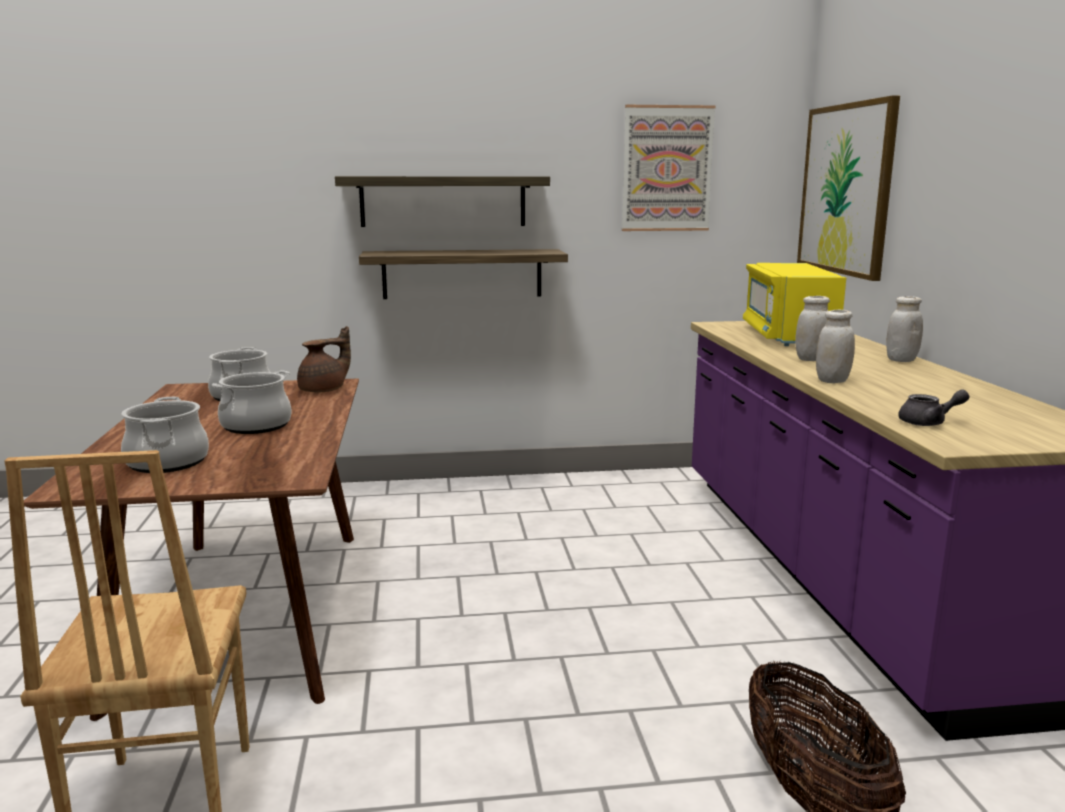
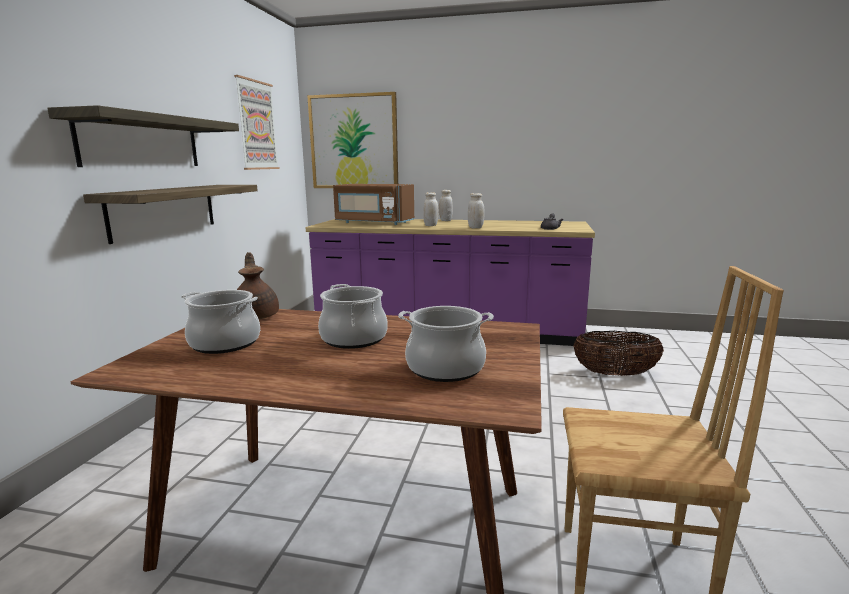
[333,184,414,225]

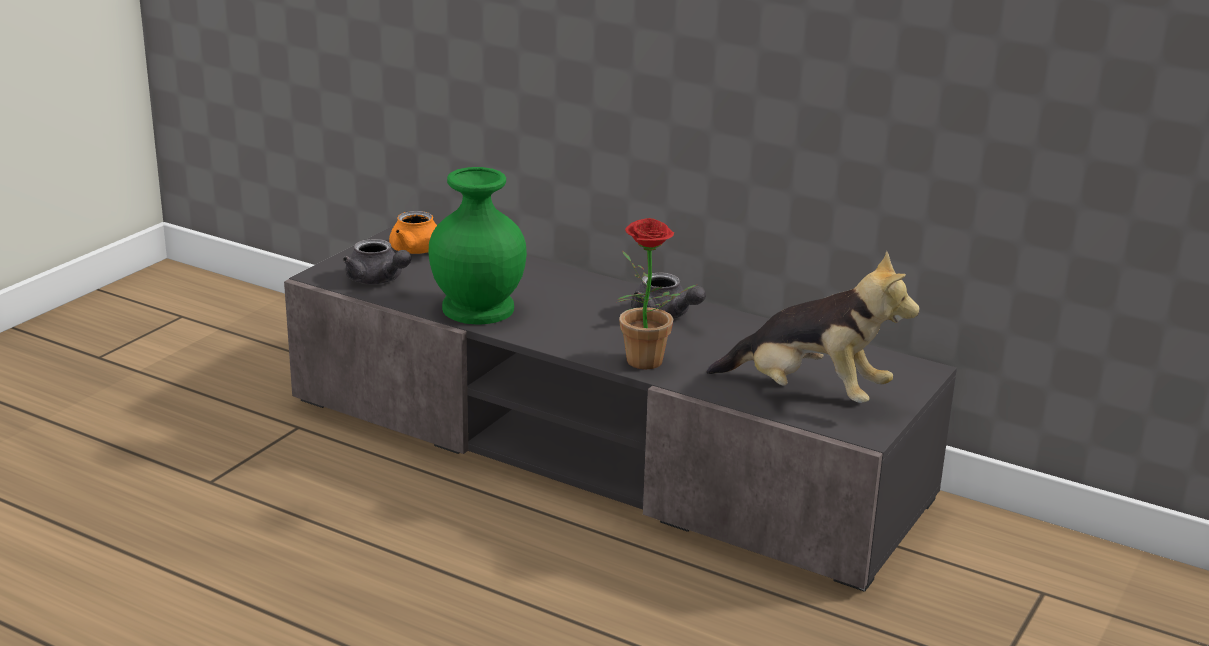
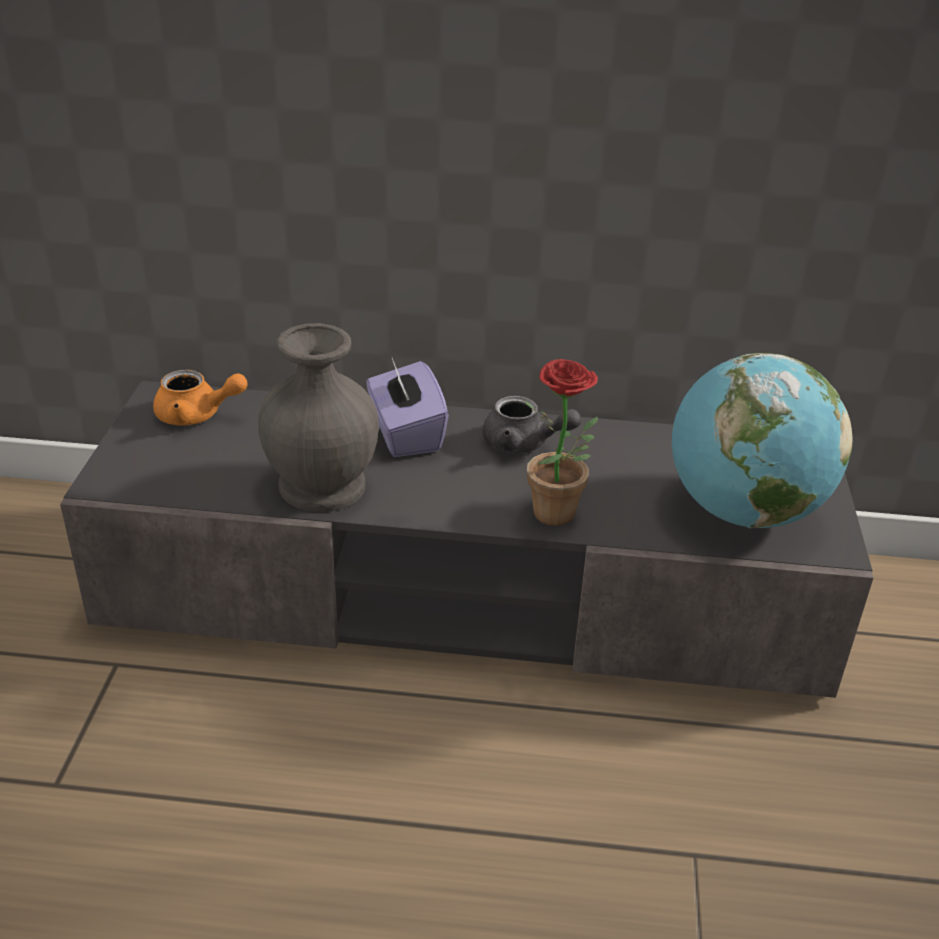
[343,239,411,284] (first image)
[366,358,449,457]
[672,353,853,528]
[258,323,379,512]

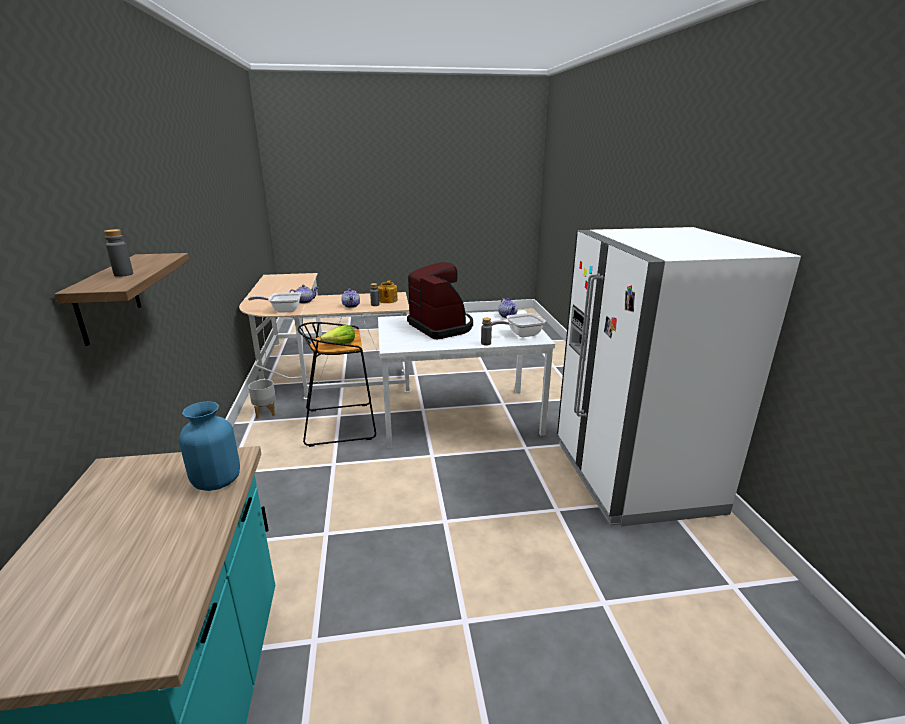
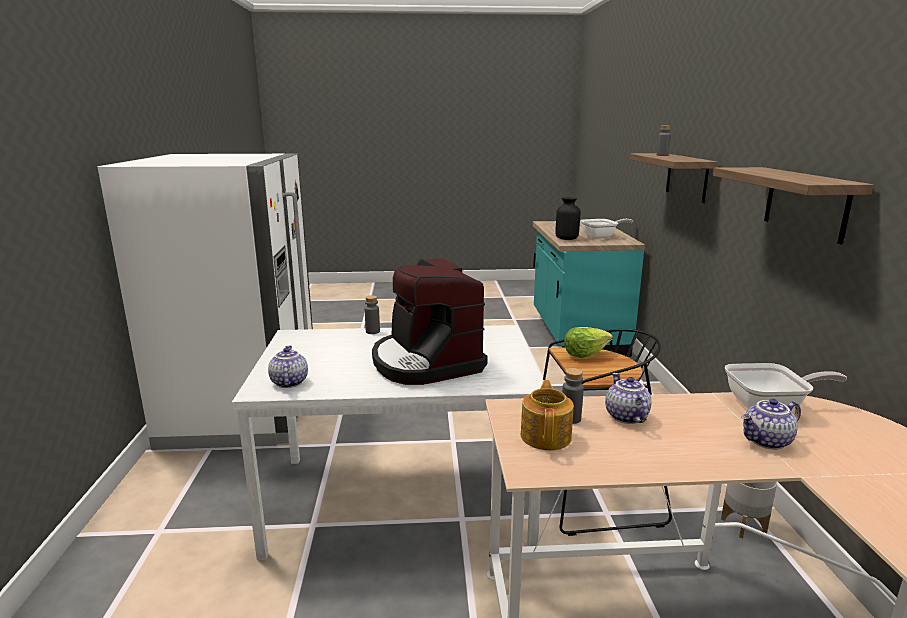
[713,167,874,244]
[580,219,633,239]
[555,197,581,240]

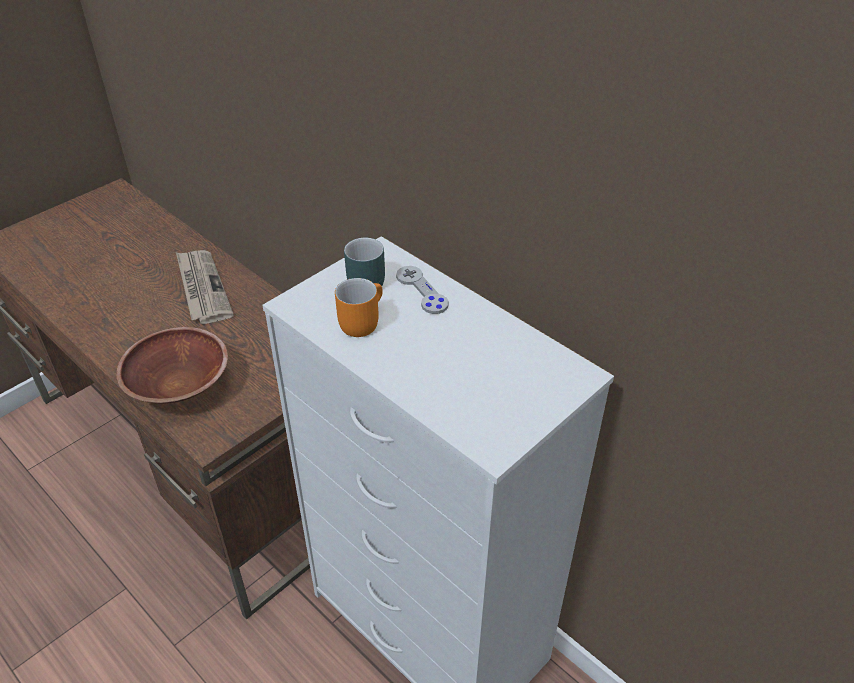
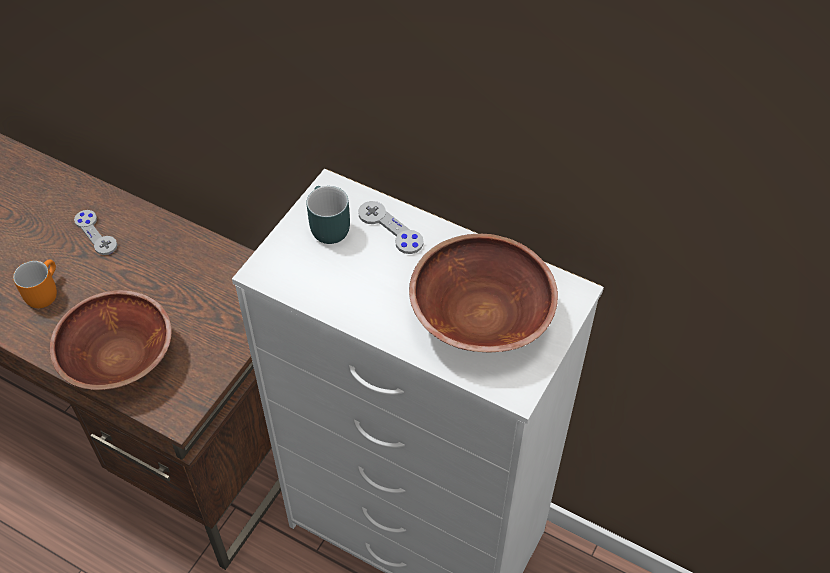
[409,234,558,352]
[13,259,57,308]
[74,210,118,255]

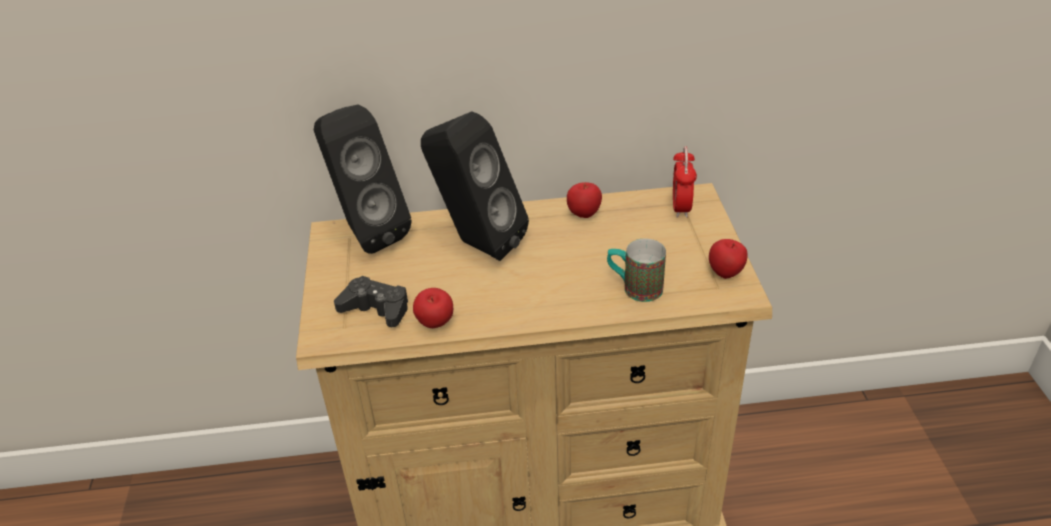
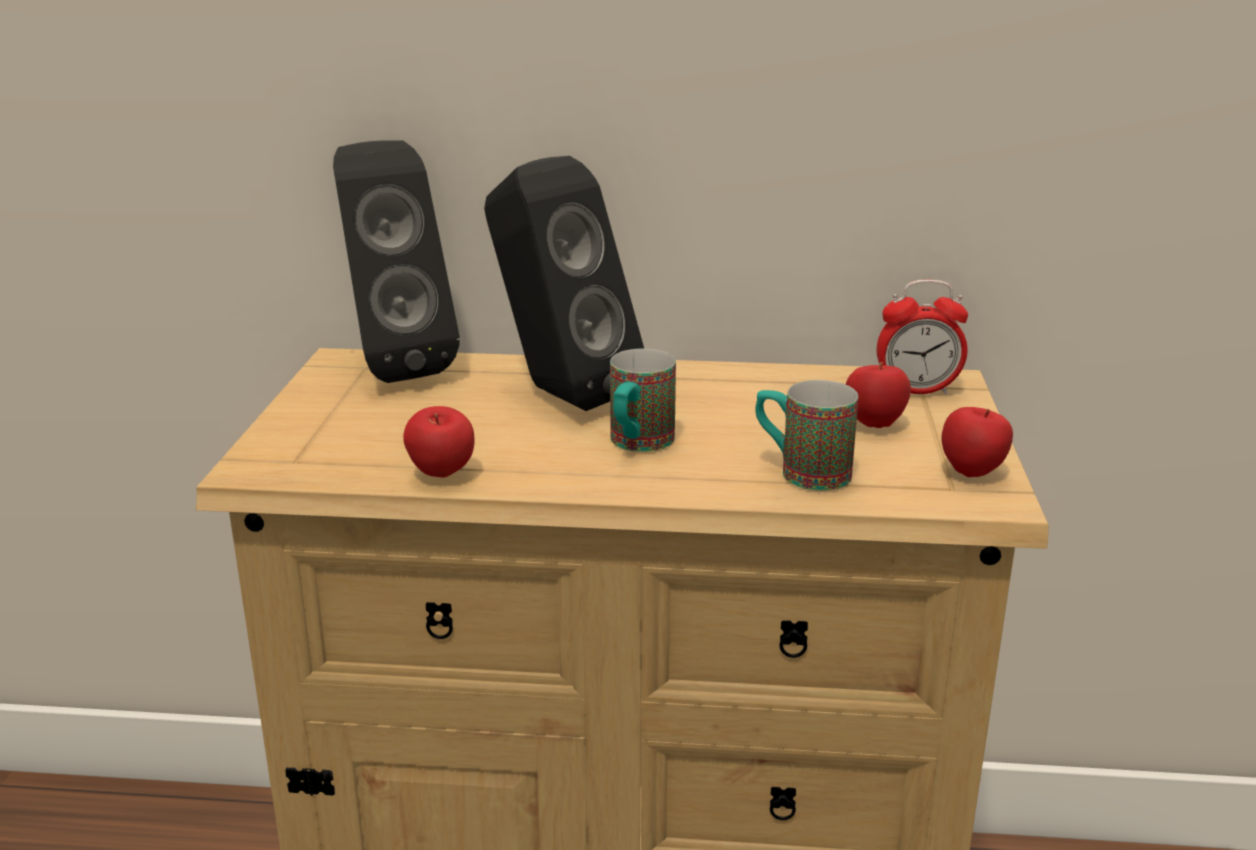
[334,276,408,327] (first image)
[610,349,676,452]
[846,362,911,428]
[877,280,968,395]

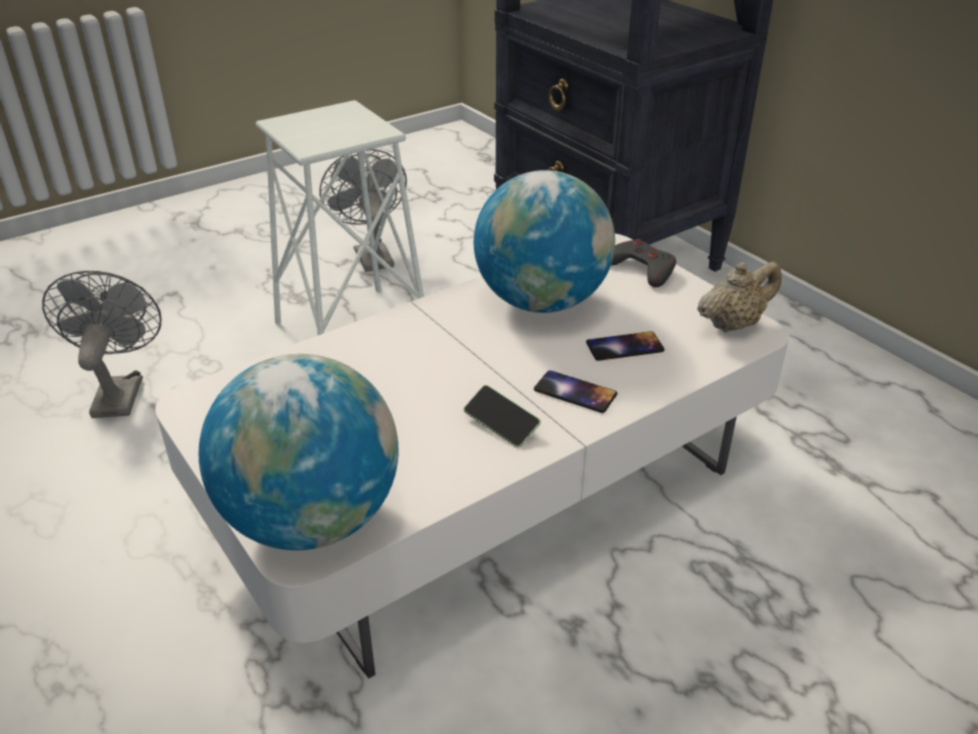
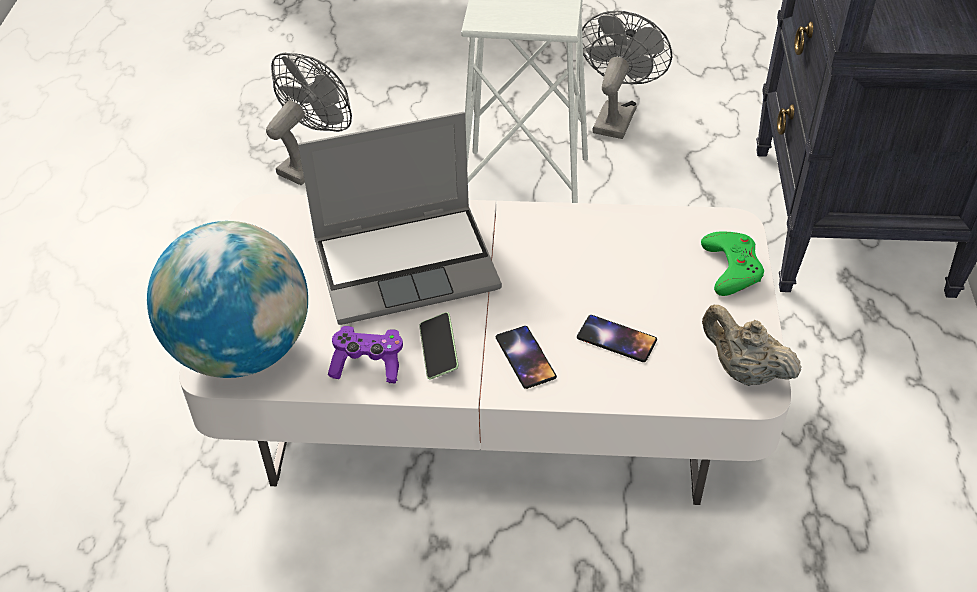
[474,170,615,313] (first image)
[298,112,502,325]
[328,326,403,383]
[701,231,764,296]
[702,305,801,386]

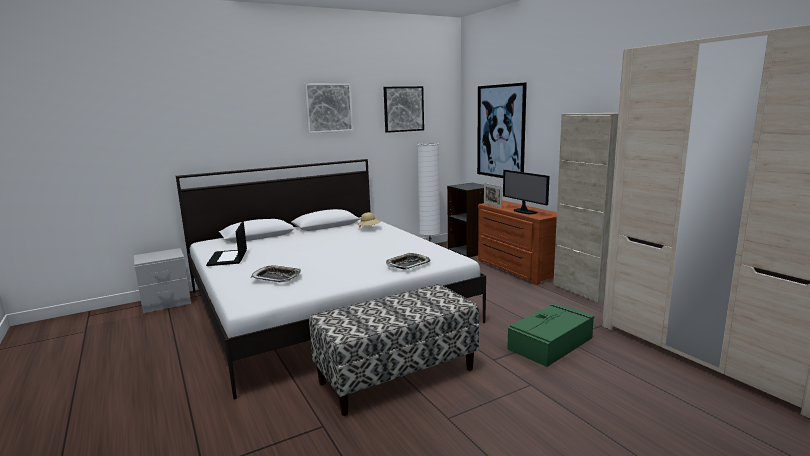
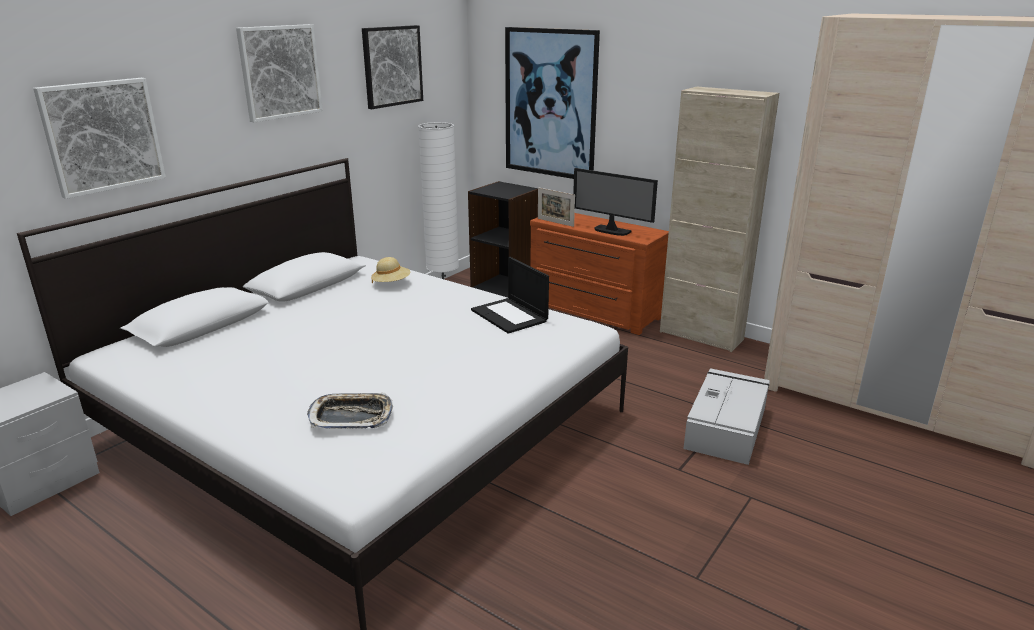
[309,284,479,416] (first image)
[386,253,430,269] (first image)
[33,78,166,199]
[471,257,549,334]
[683,368,770,465]

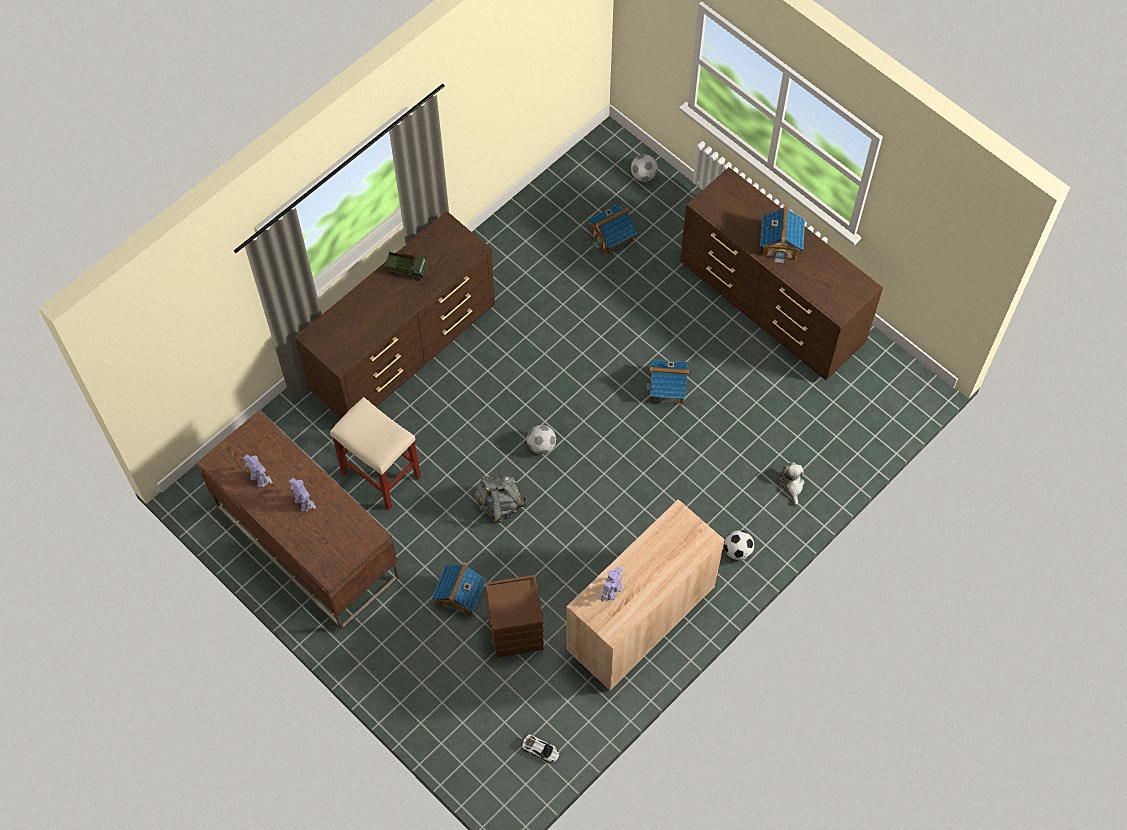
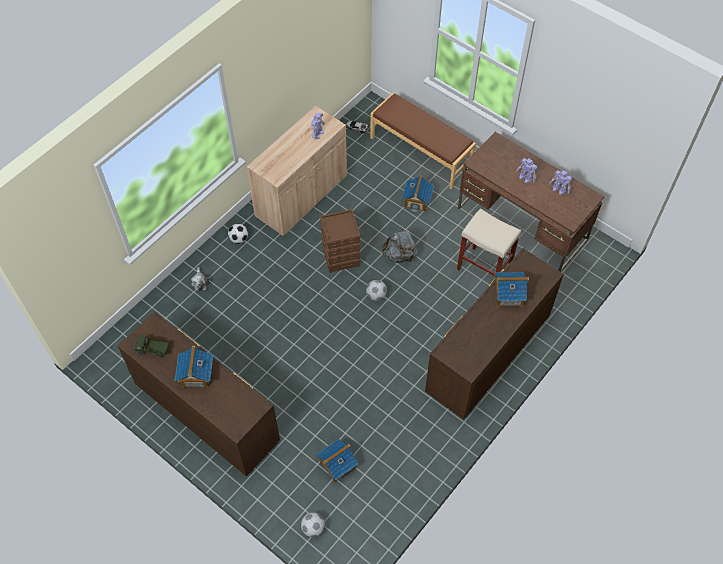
[370,93,476,189]
[134,335,170,357]
[320,209,360,273]
[495,272,529,307]

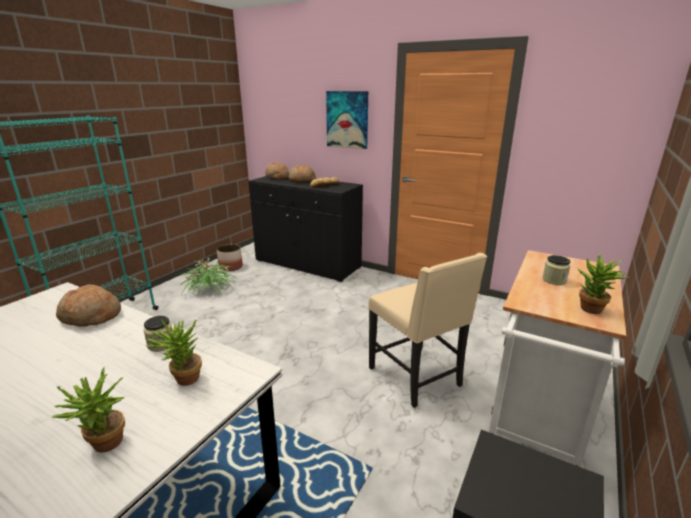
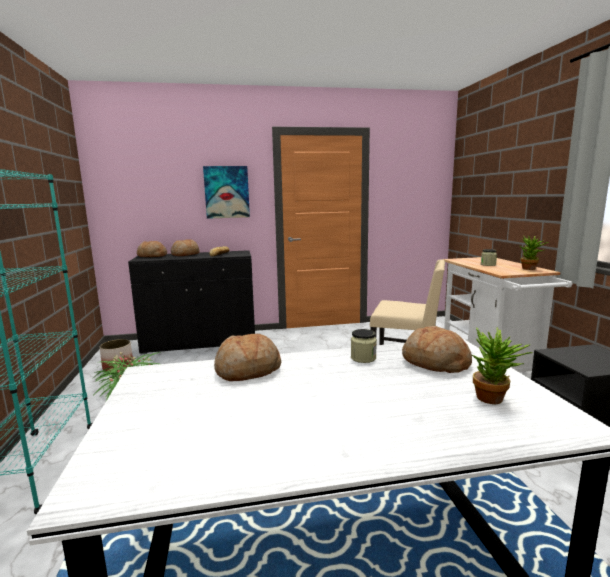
[402,326,472,373]

